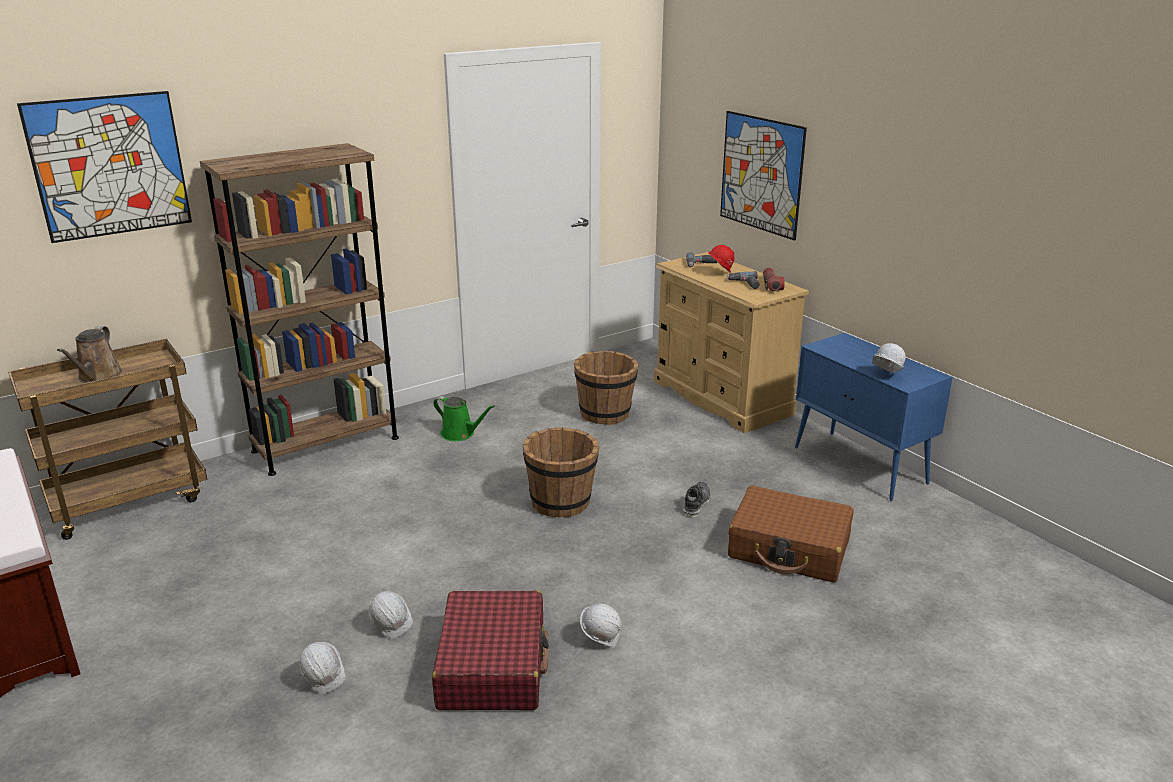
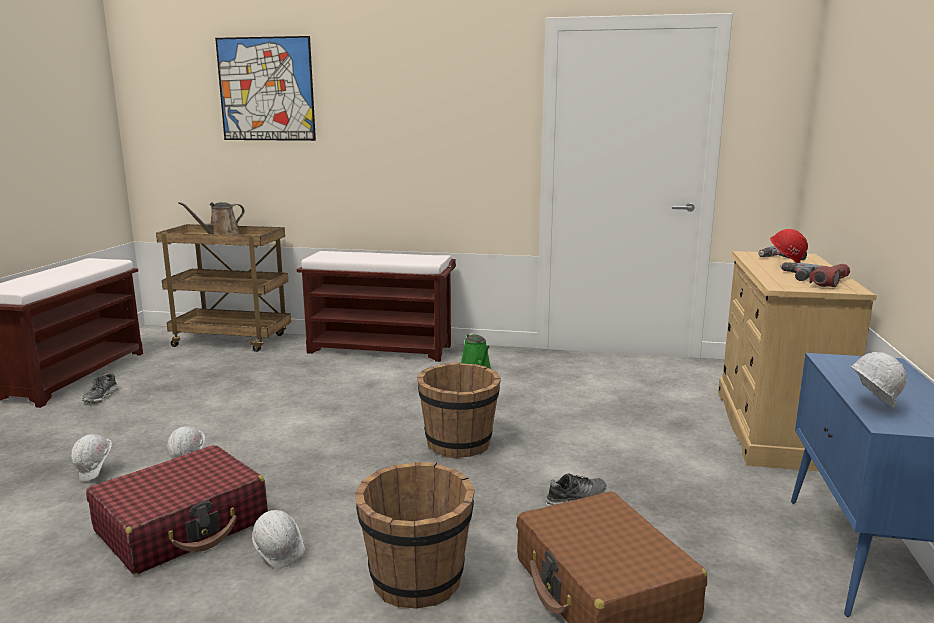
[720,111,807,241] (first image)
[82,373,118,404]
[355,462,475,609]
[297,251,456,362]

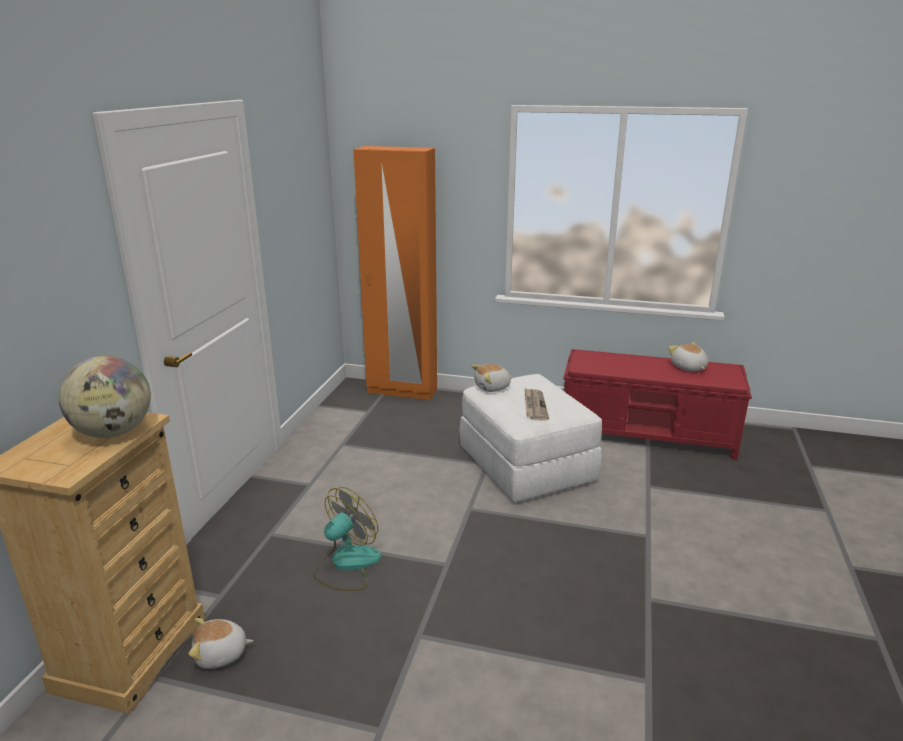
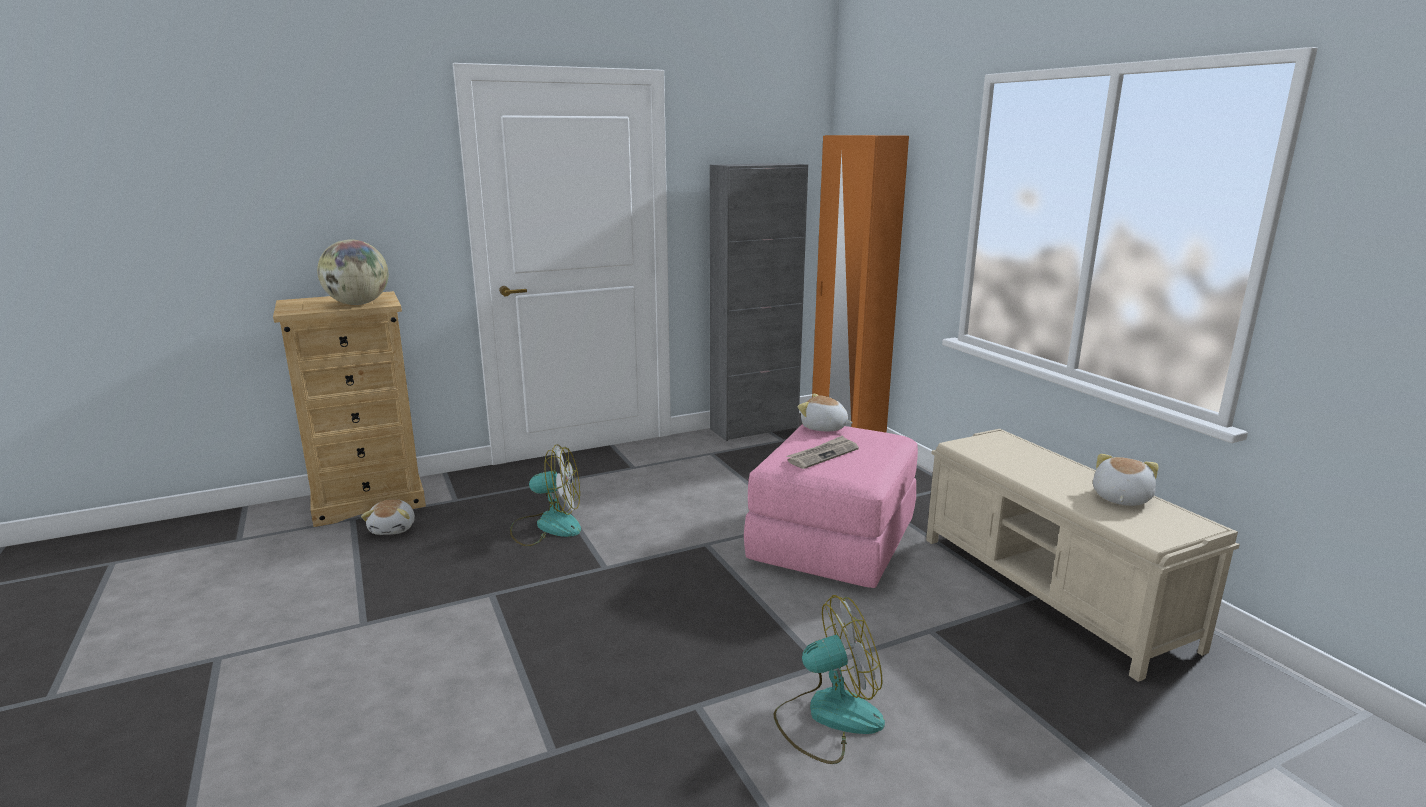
[710,163,808,441]
[774,595,885,764]
[744,424,918,588]
[926,429,1240,682]
[361,499,415,535]

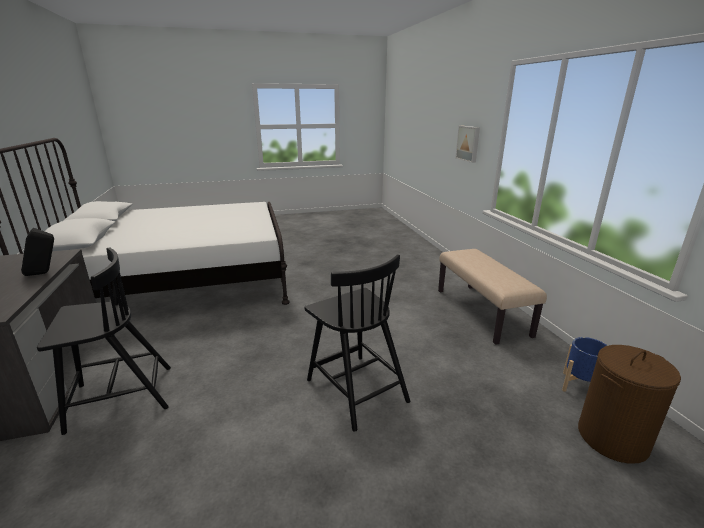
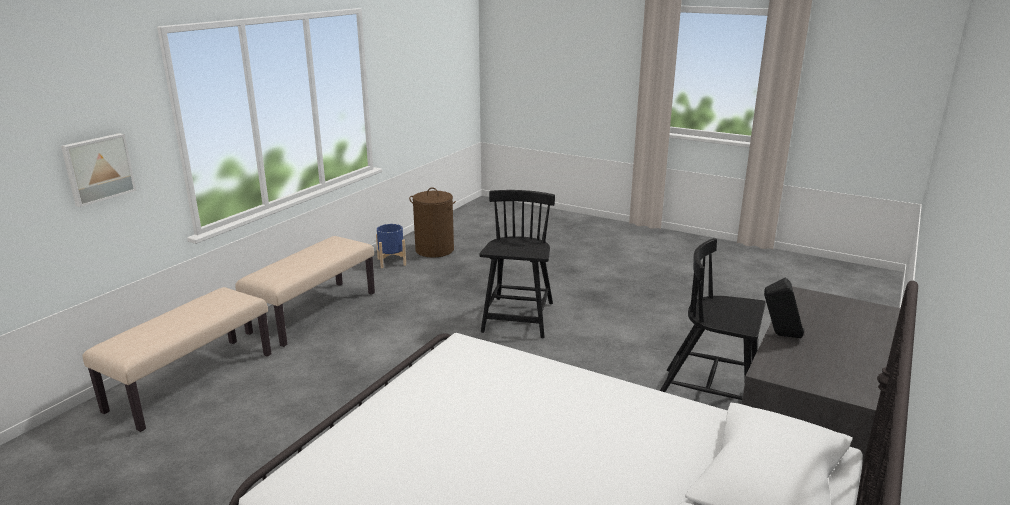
[83,287,271,432]

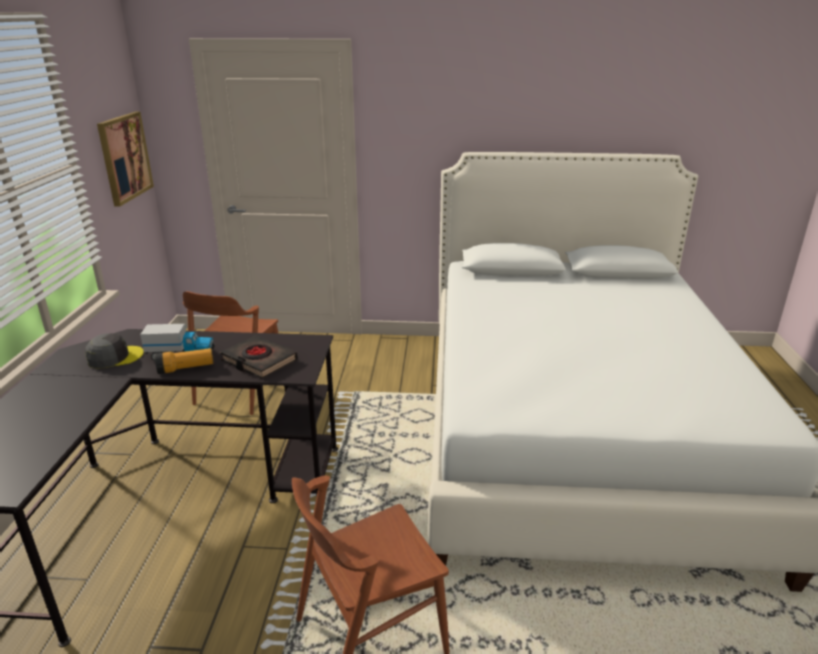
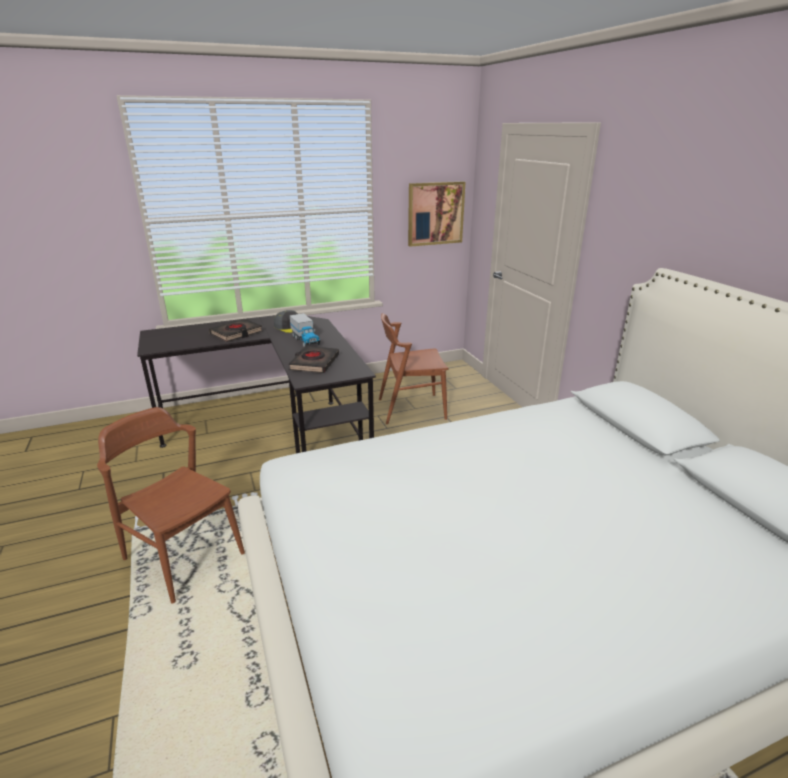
[155,348,213,374] (first image)
[209,319,262,342]

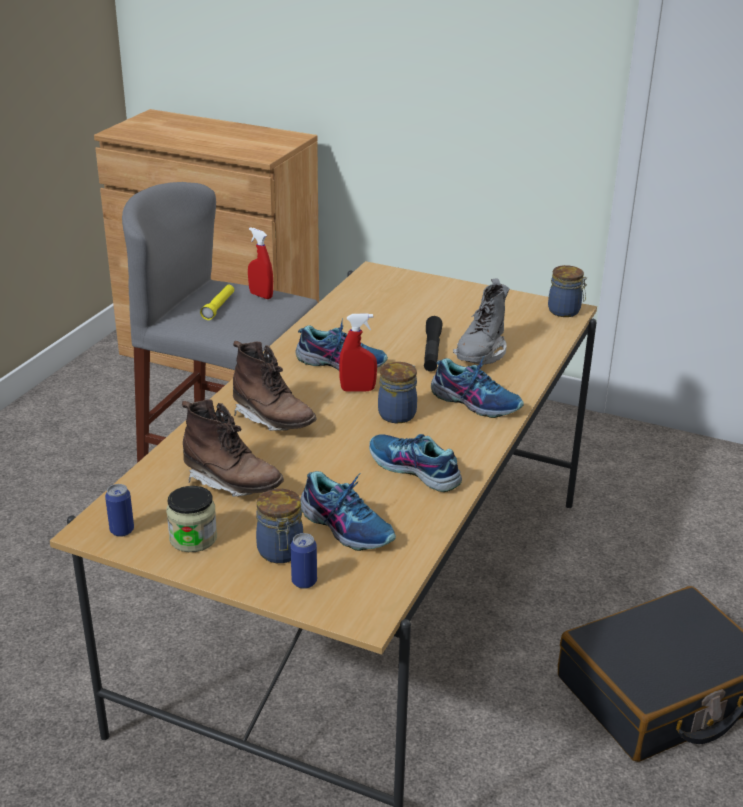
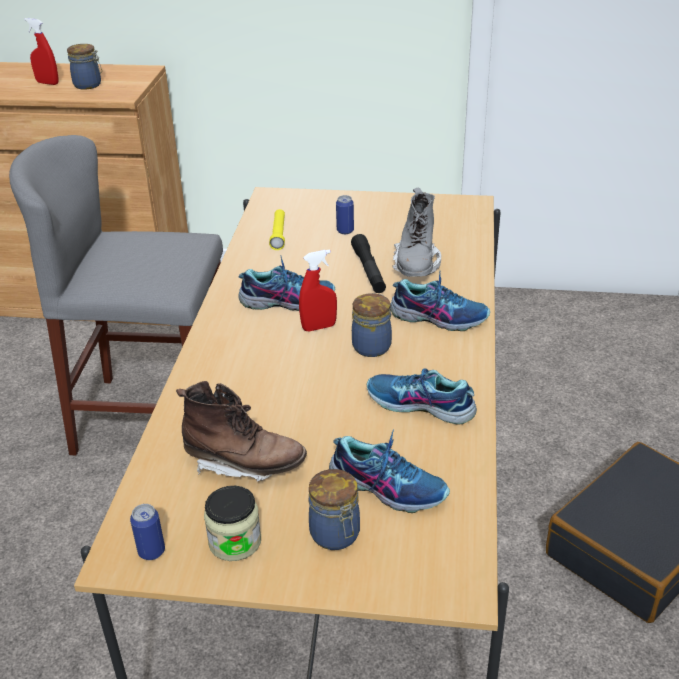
[233,341,317,431] (first image)
[269,209,285,250]
[24,18,59,85]
[336,195,354,234]
[67,44,102,89]

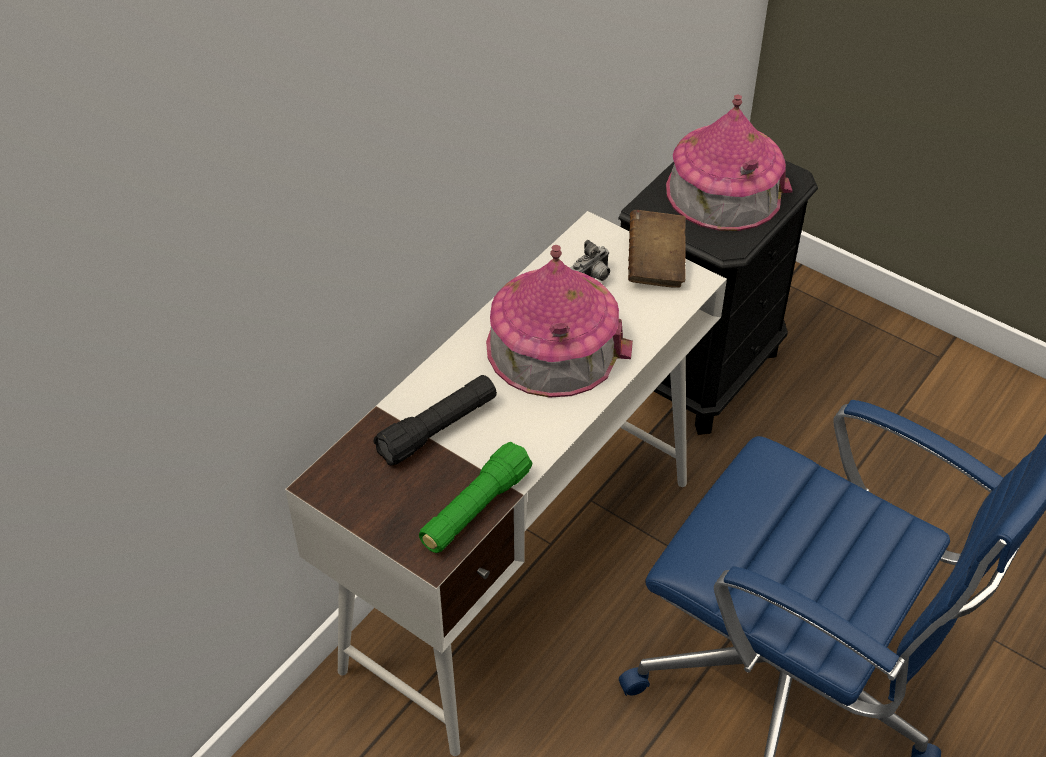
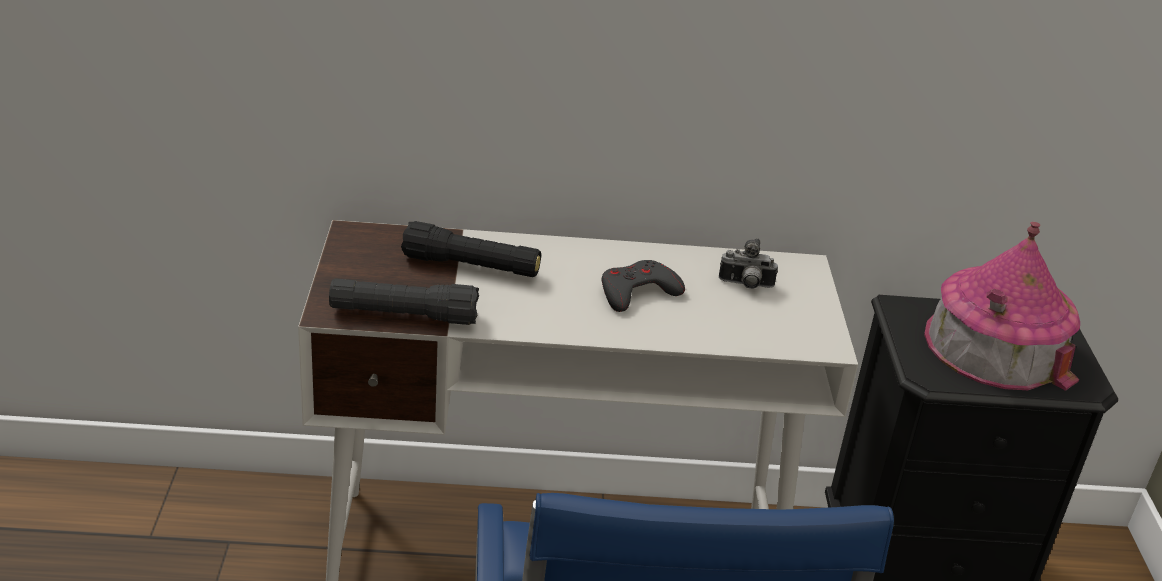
[628,210,686,288] (first image)
[602,260,685,312]
[329,278,479,325]

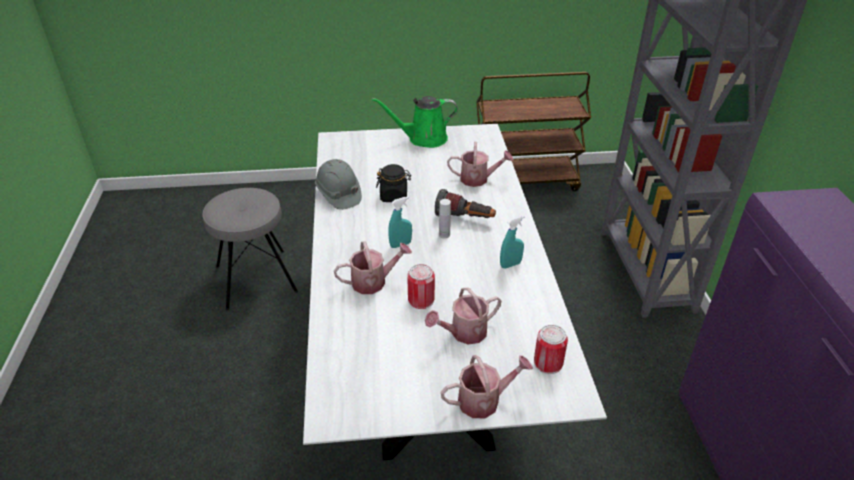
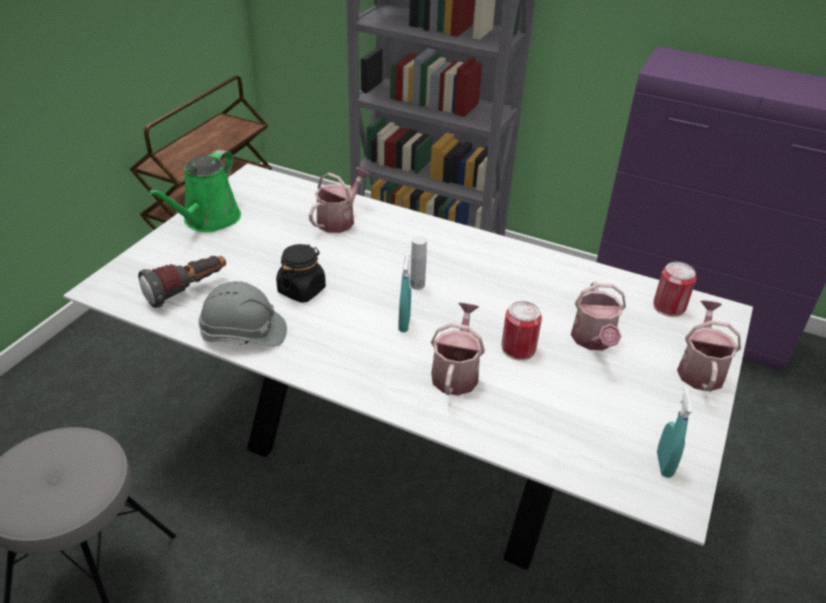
[138,256,226,308]
[657,387,693,478]

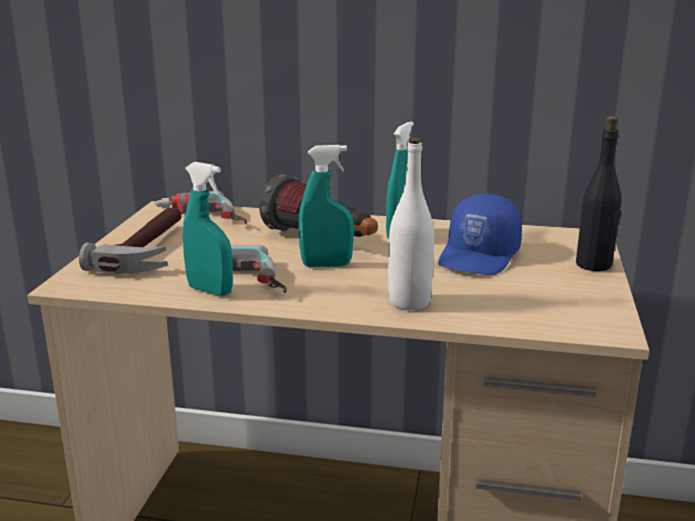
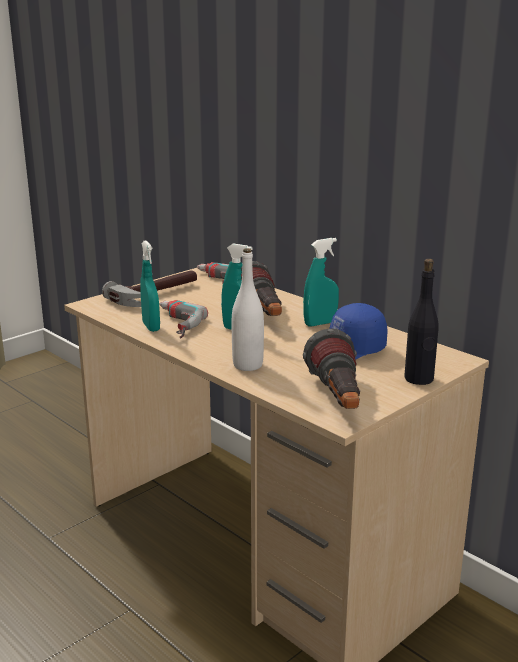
[303,328,360,409]

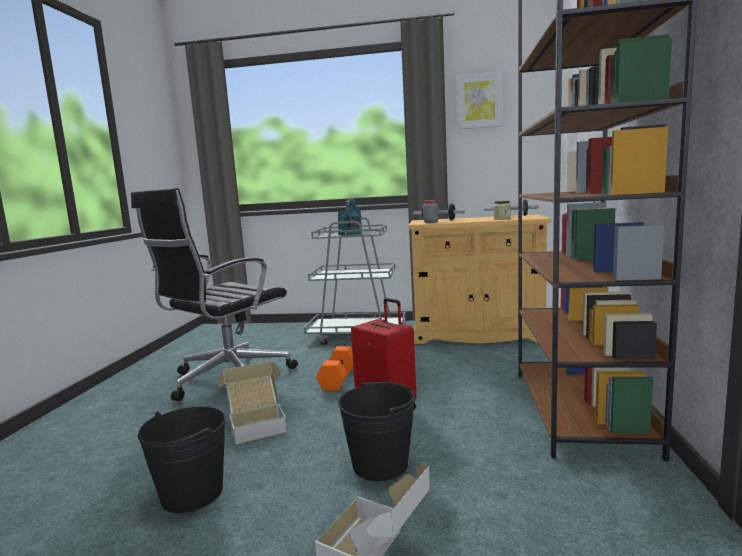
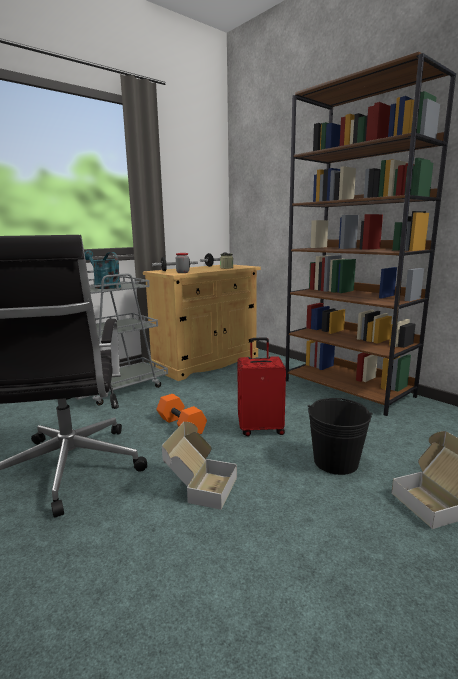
[138,406,226,513] (first image)
[457,72,503,129] (first image)

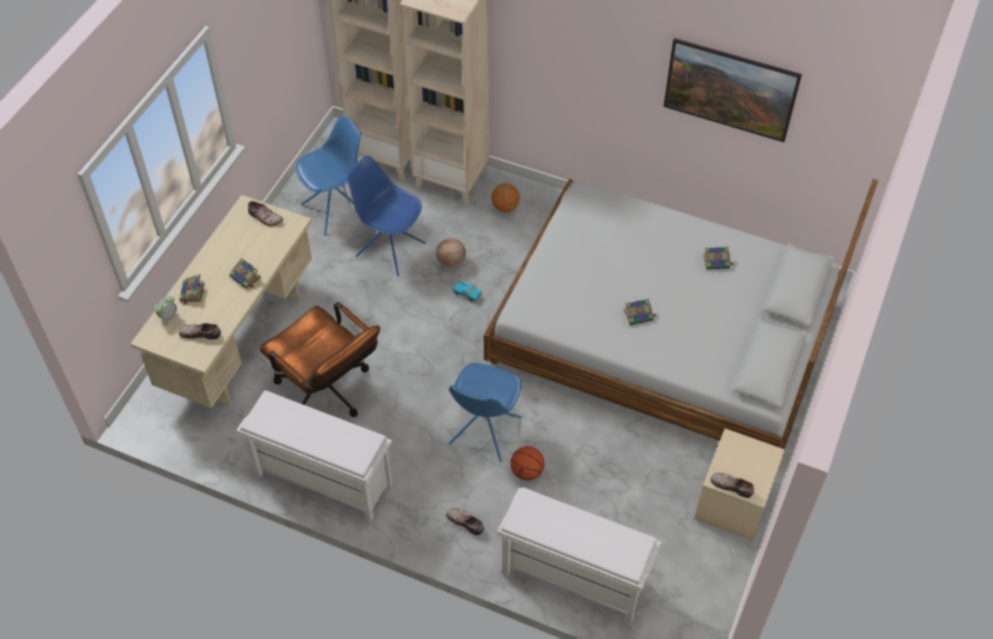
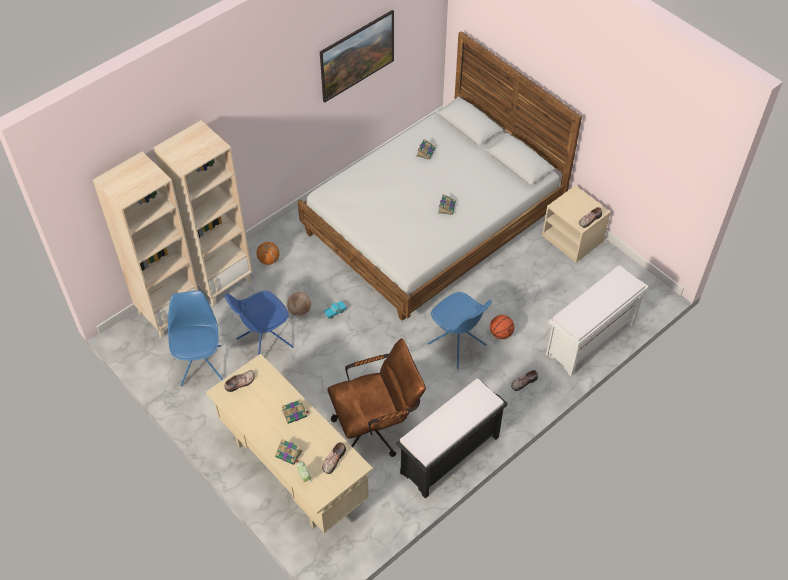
[396,378,507,499]

